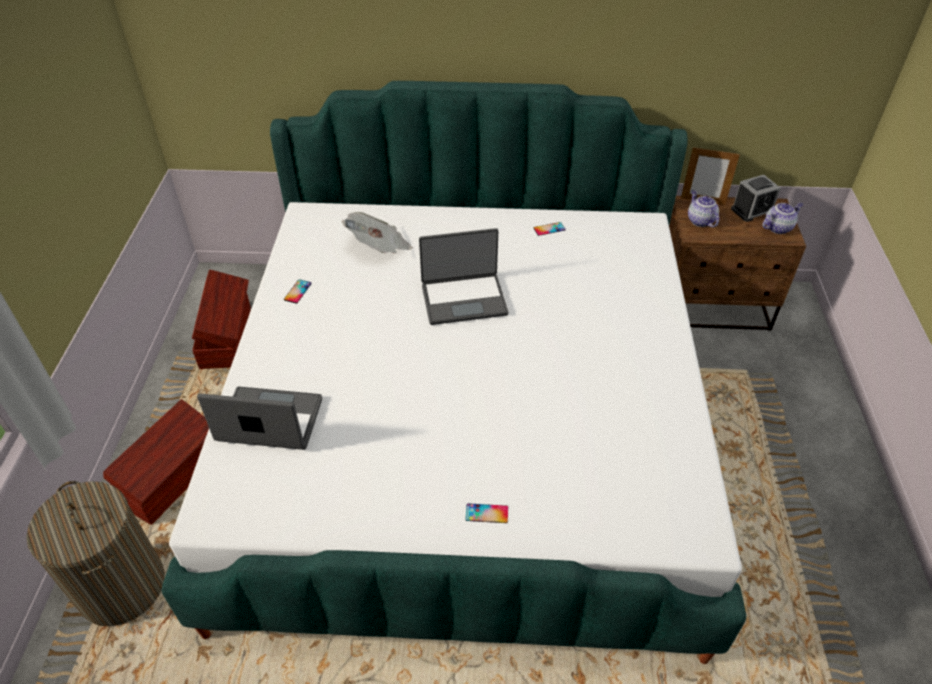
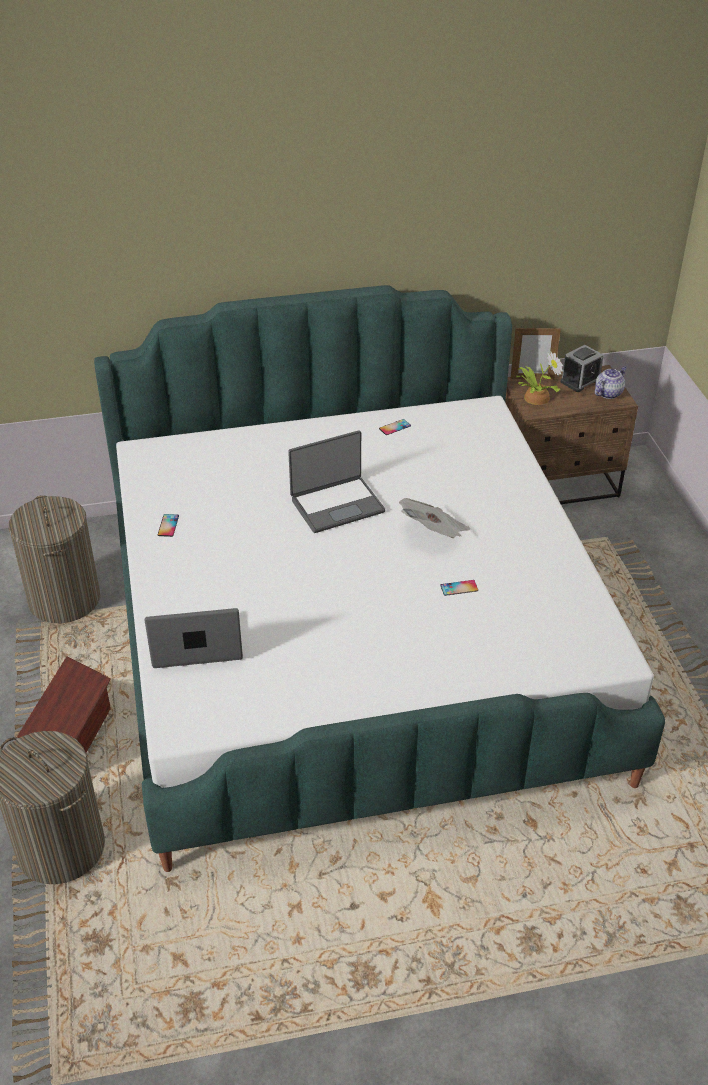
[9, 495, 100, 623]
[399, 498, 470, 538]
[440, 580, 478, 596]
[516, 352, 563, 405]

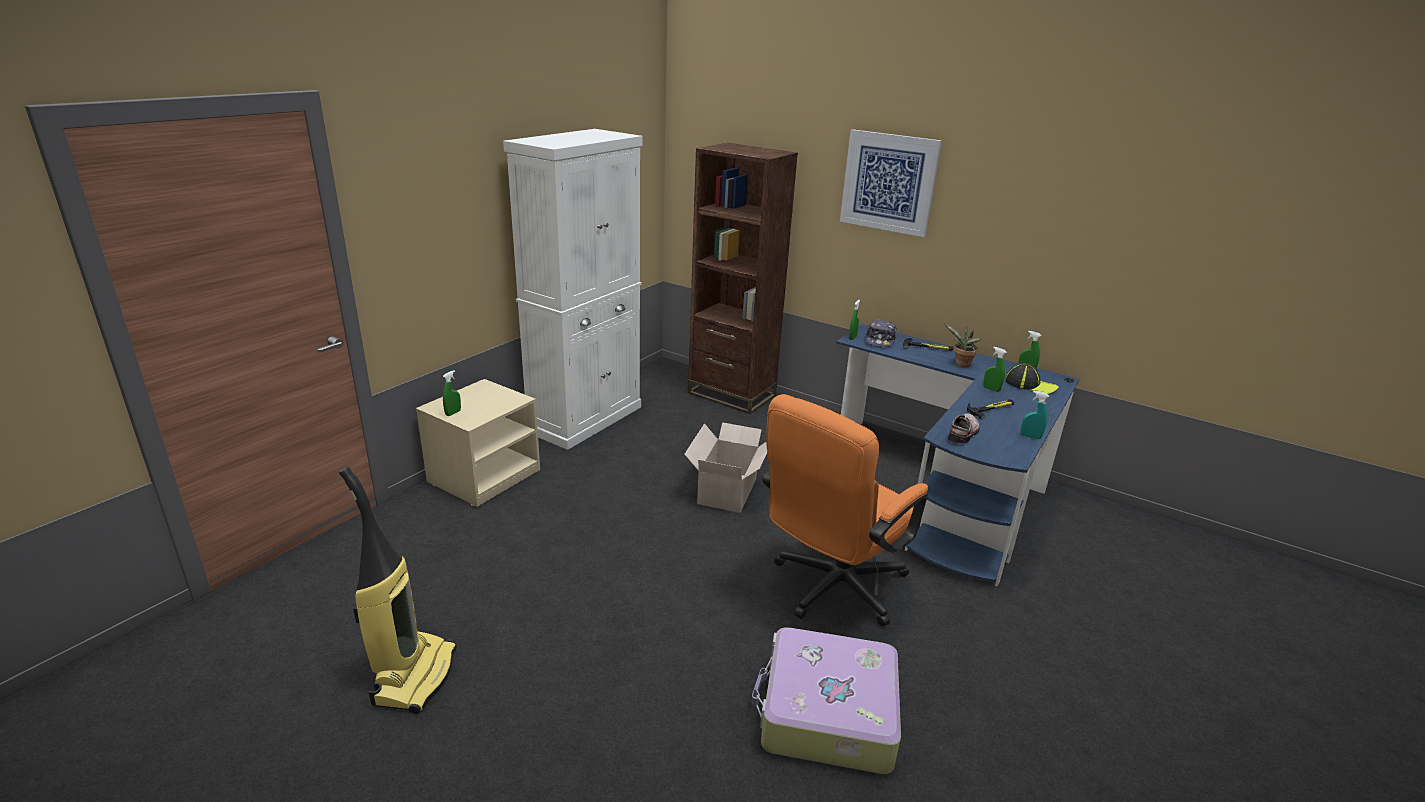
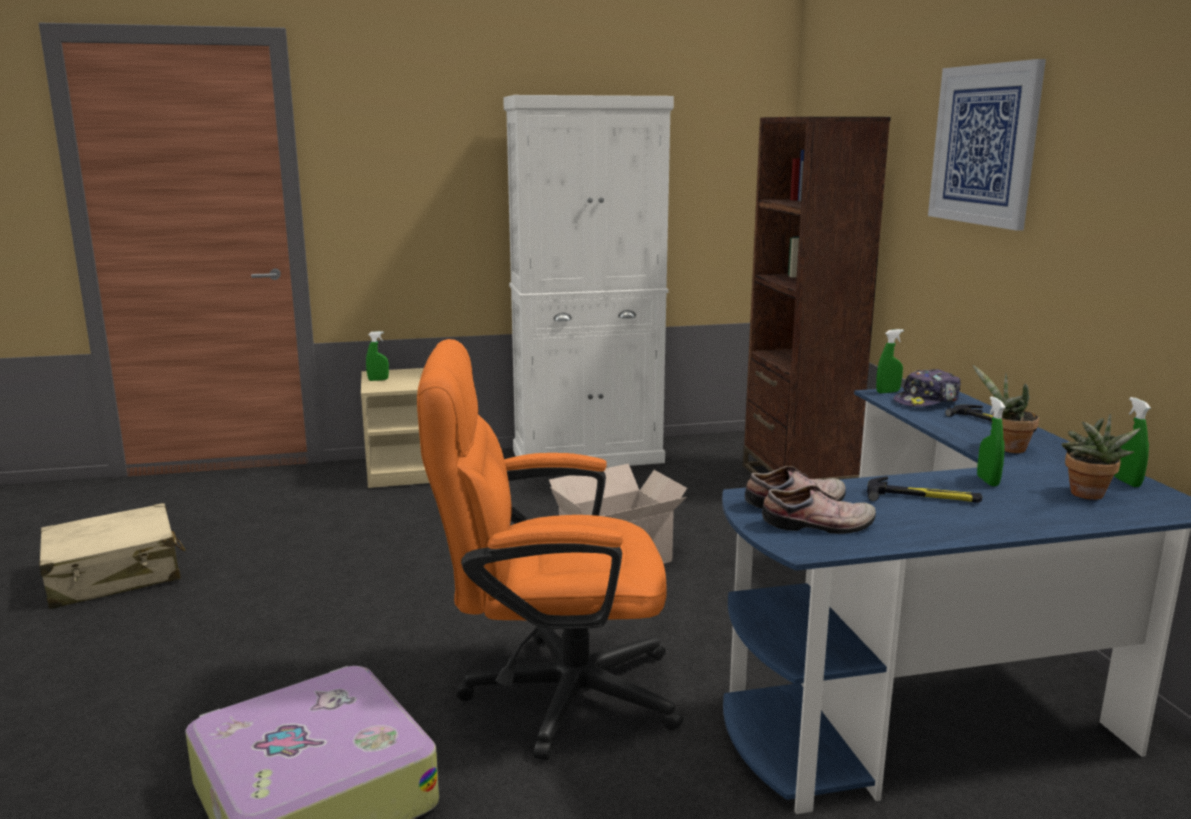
[39, 503, 185, 609]
[762, 485, 876, 534]
[1062, 414, 1141, 500]
[1021, 391, 1049, 439] (first image)

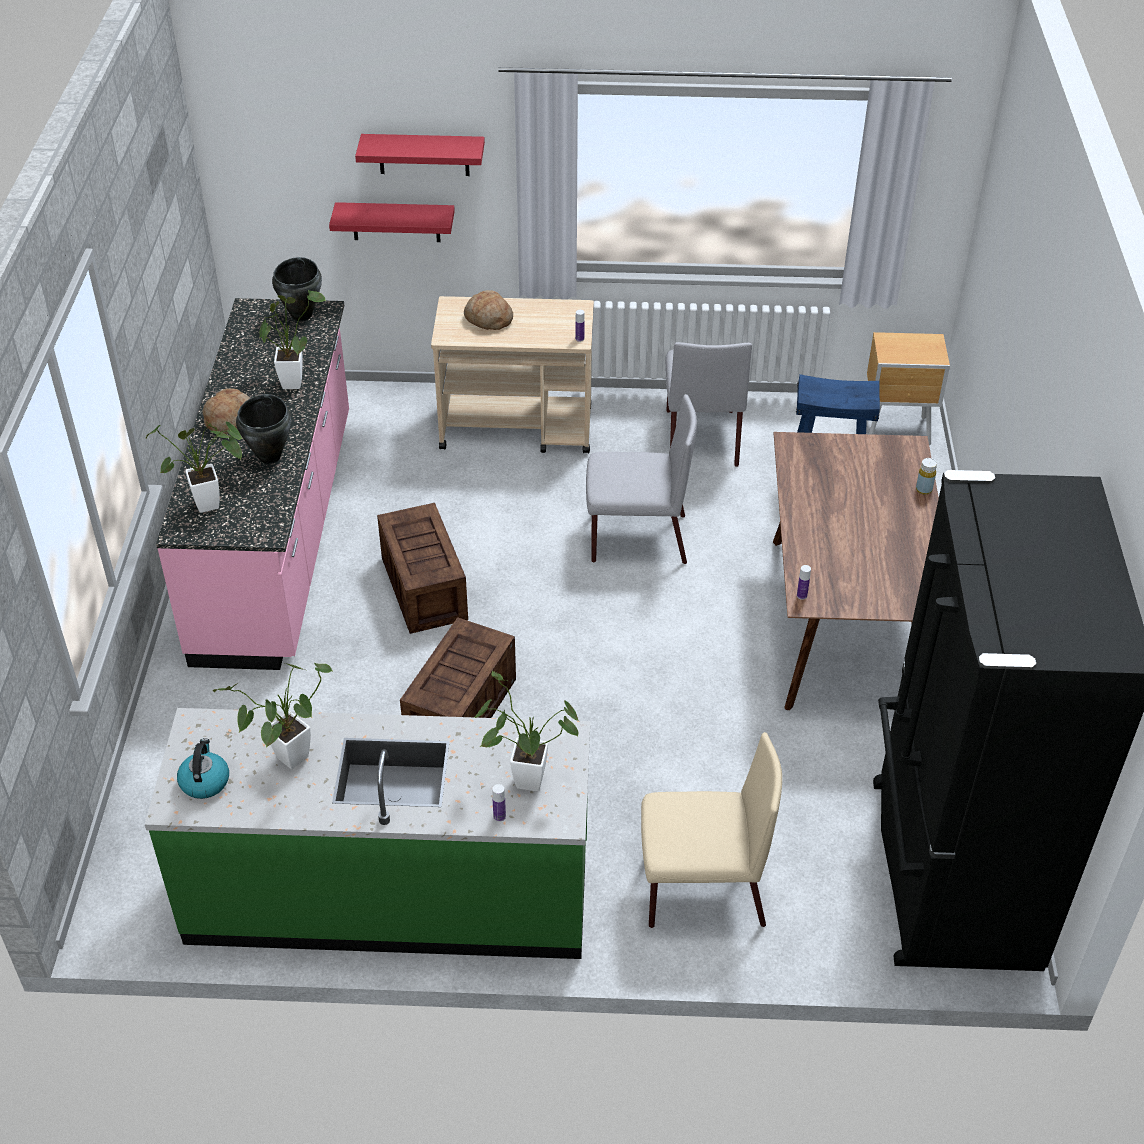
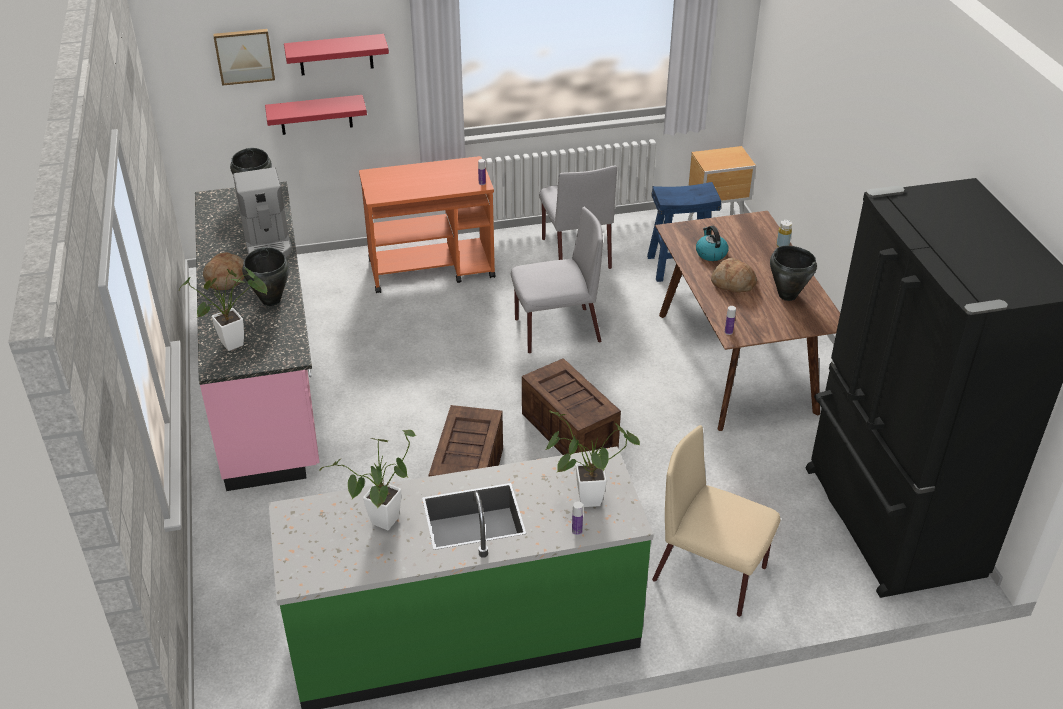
[213, 29, 275, 86]
[233, 167, 292, 258]
[359, 156, 495, 293]
[522, 358, 621, 455]
[652, 425, 781, 617]
[696, 226, 729, 261]
[711, 258, 757, 293]
[770, 245, 817, 301]

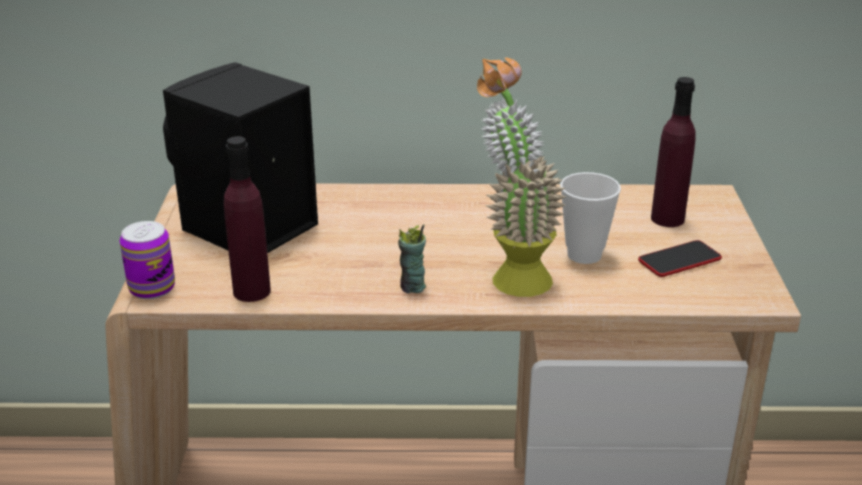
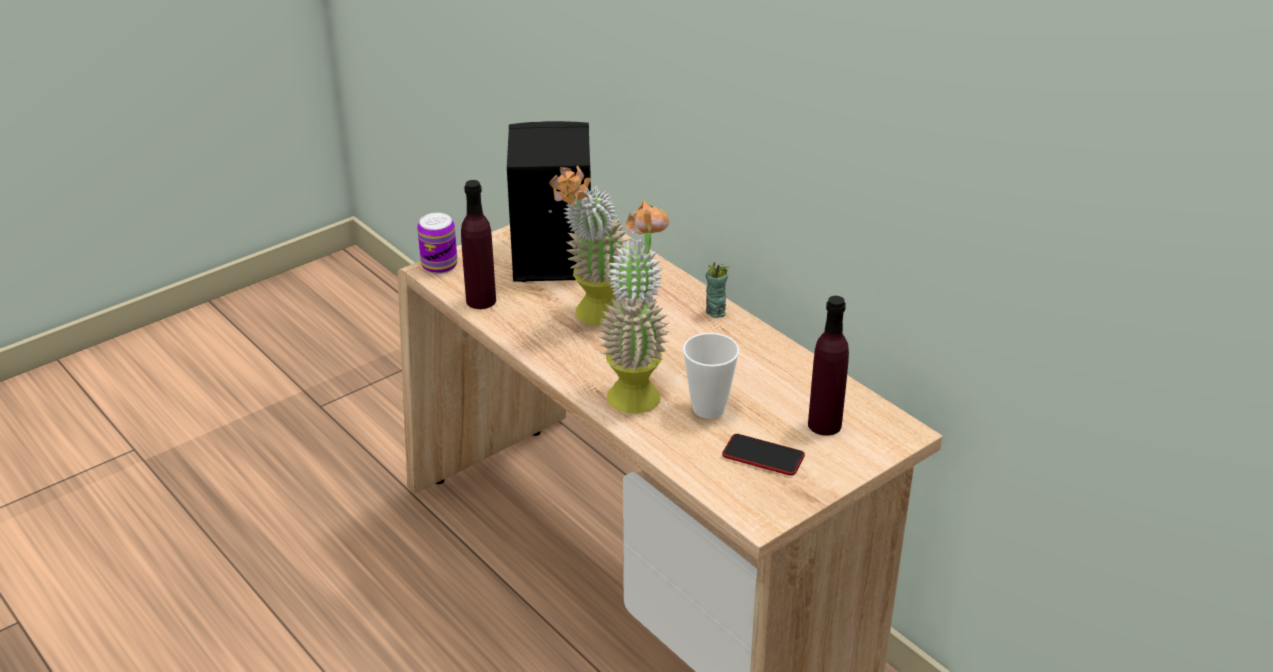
[549, 166, 629, 326]
[706, 262, 730, 318]

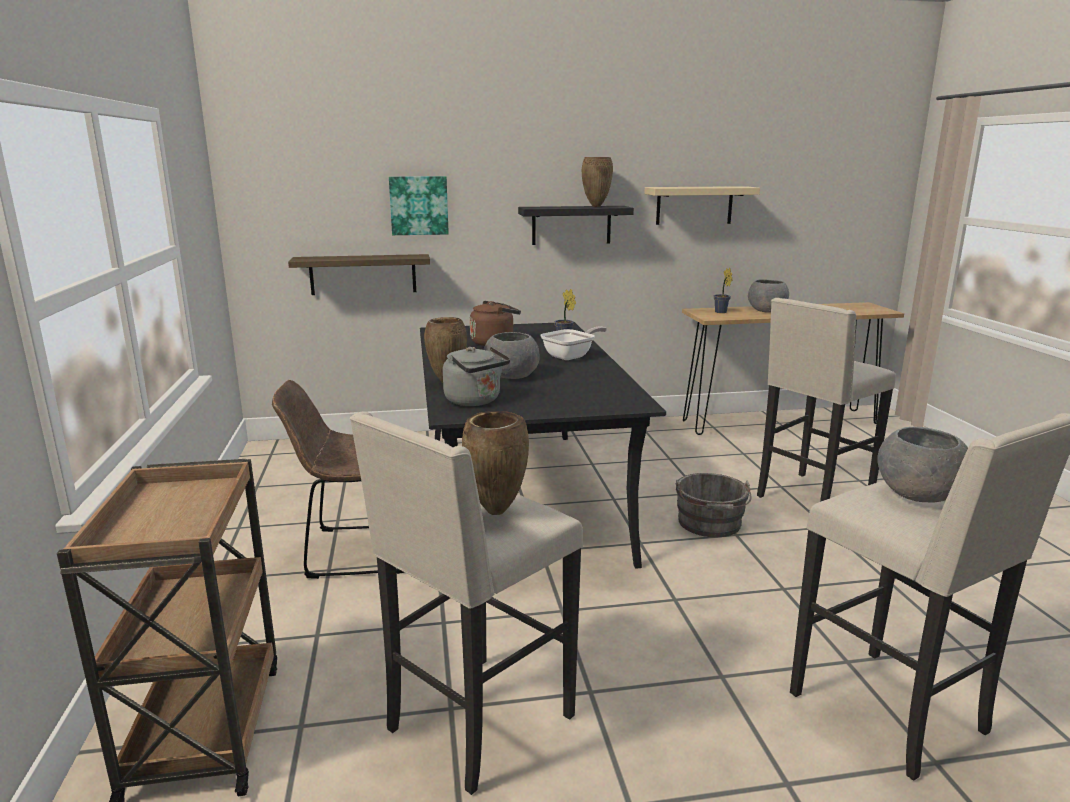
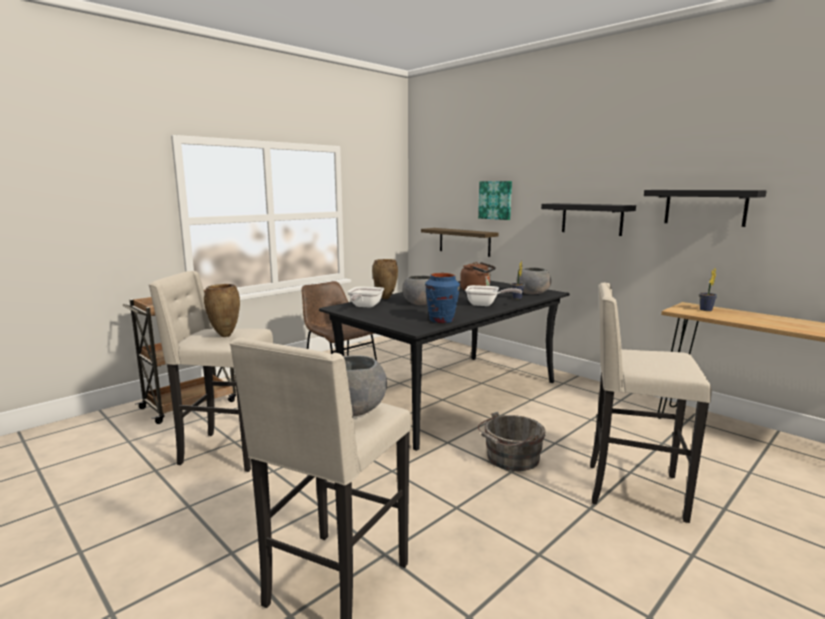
[347, 286, 384, 308]
[425, 273, 460, 323]
[516, 267, 551, 294]
[644, 190, 767, 227]
[582, 157, 613, 207] (first image)

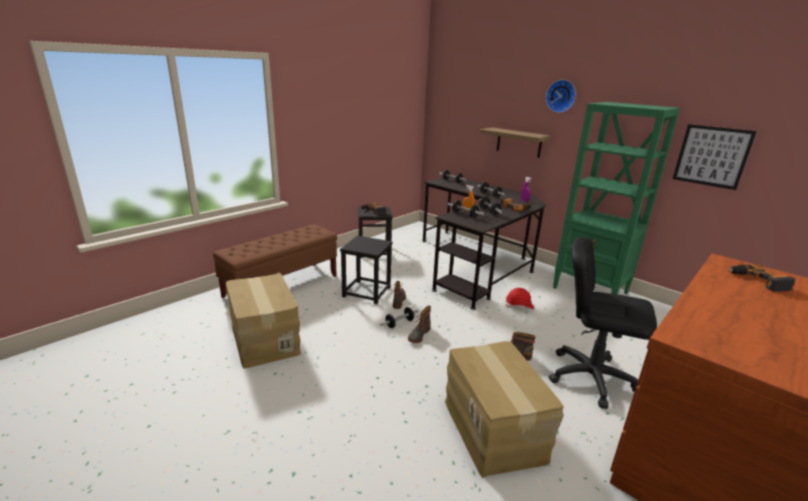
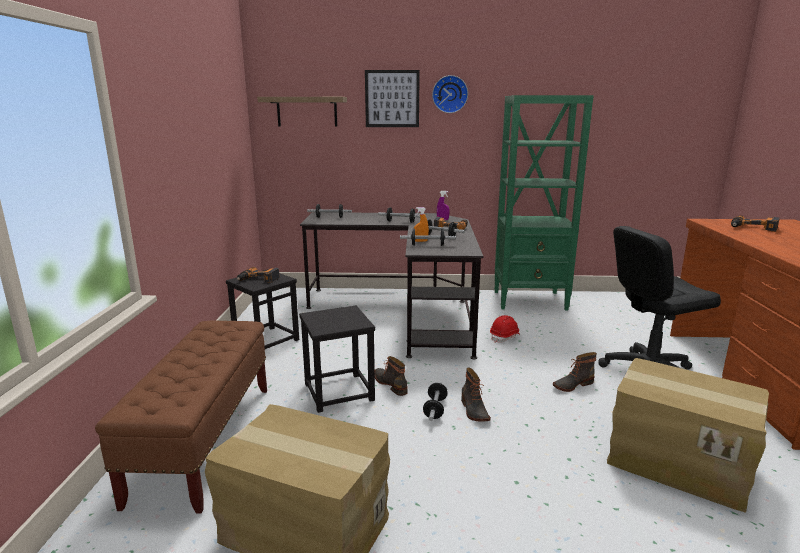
[257, 97, 347, 126]
[365, 70, 420, 127]

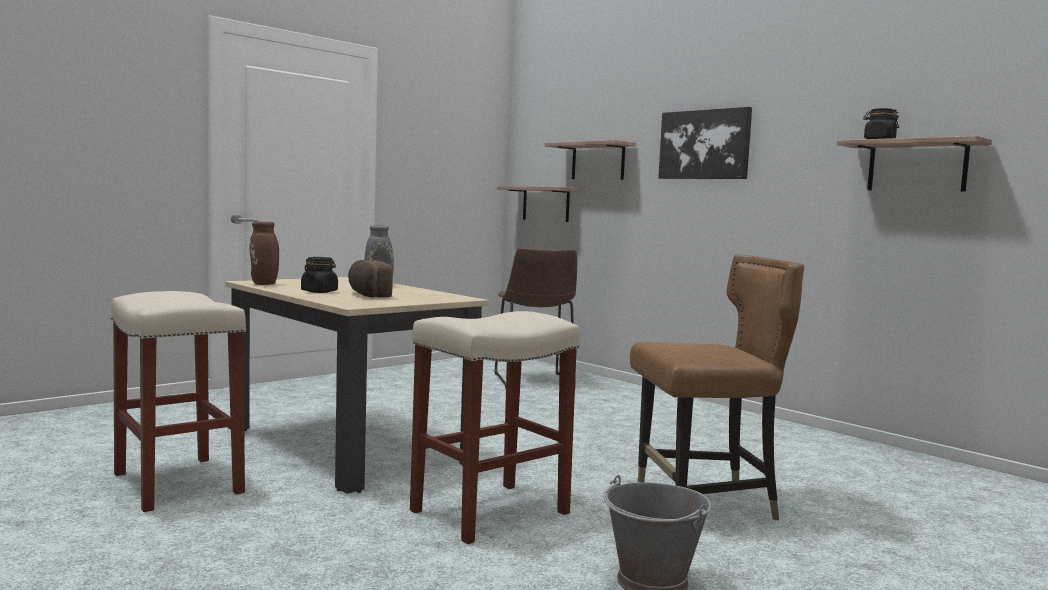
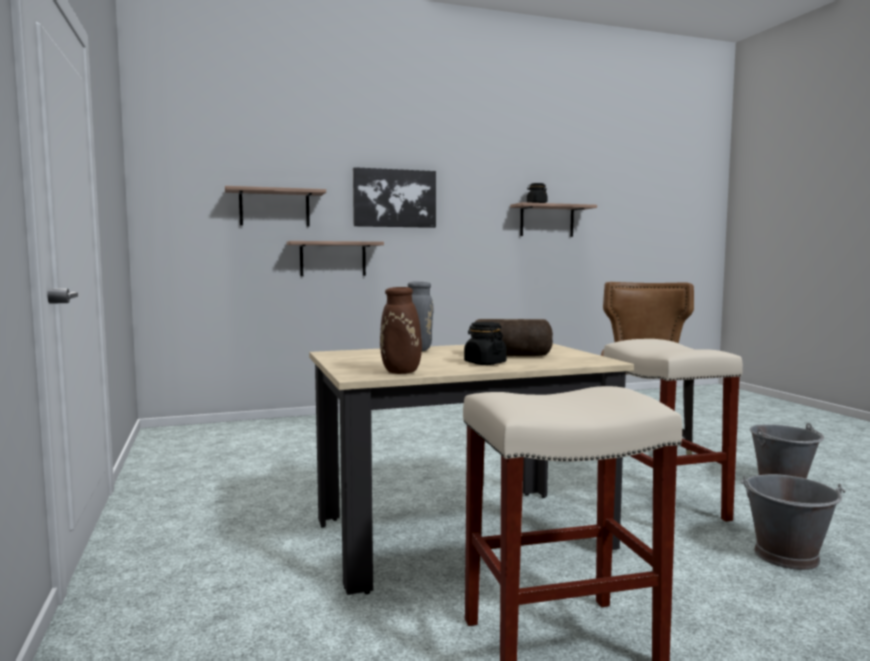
[286, 241, 384, 276]
[741, 474, 845, 570]
[494, 248, 577, 388] (first image)

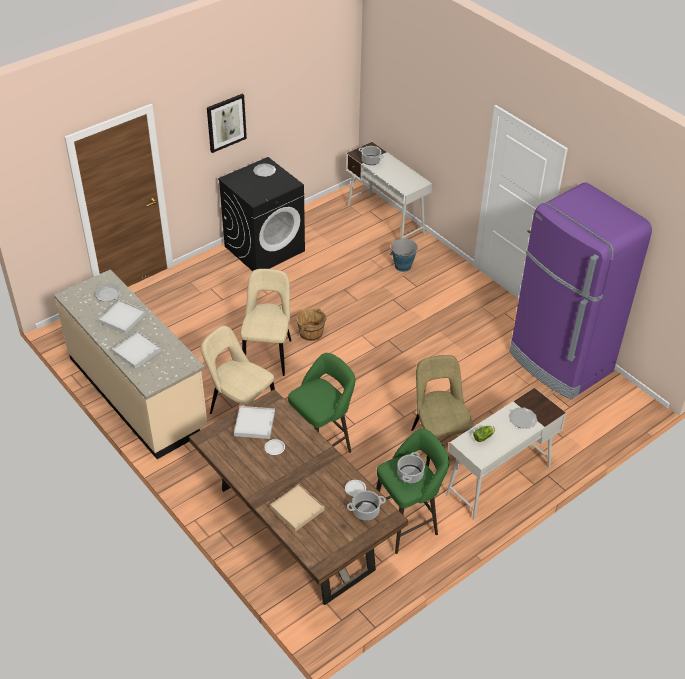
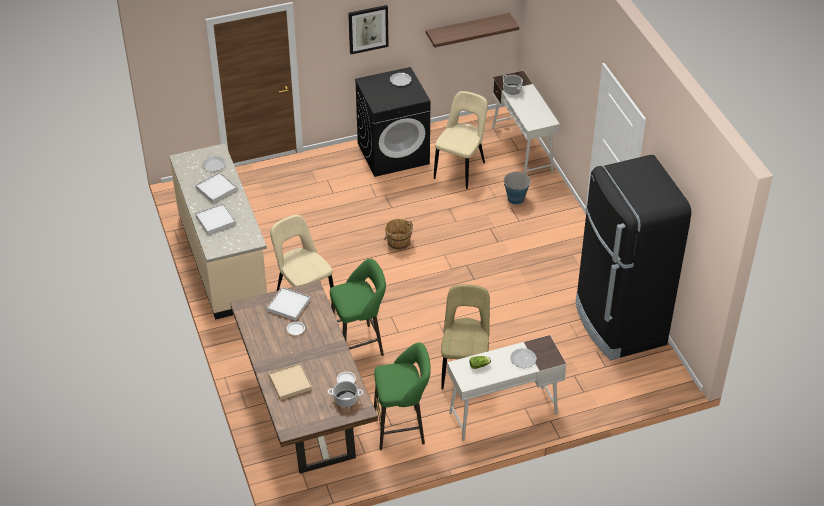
[426, 13, 519, 47]
[434, 91, 488, 189]
[576, 155, 691, 360]
[397, 452, 425, 484] (first image)

